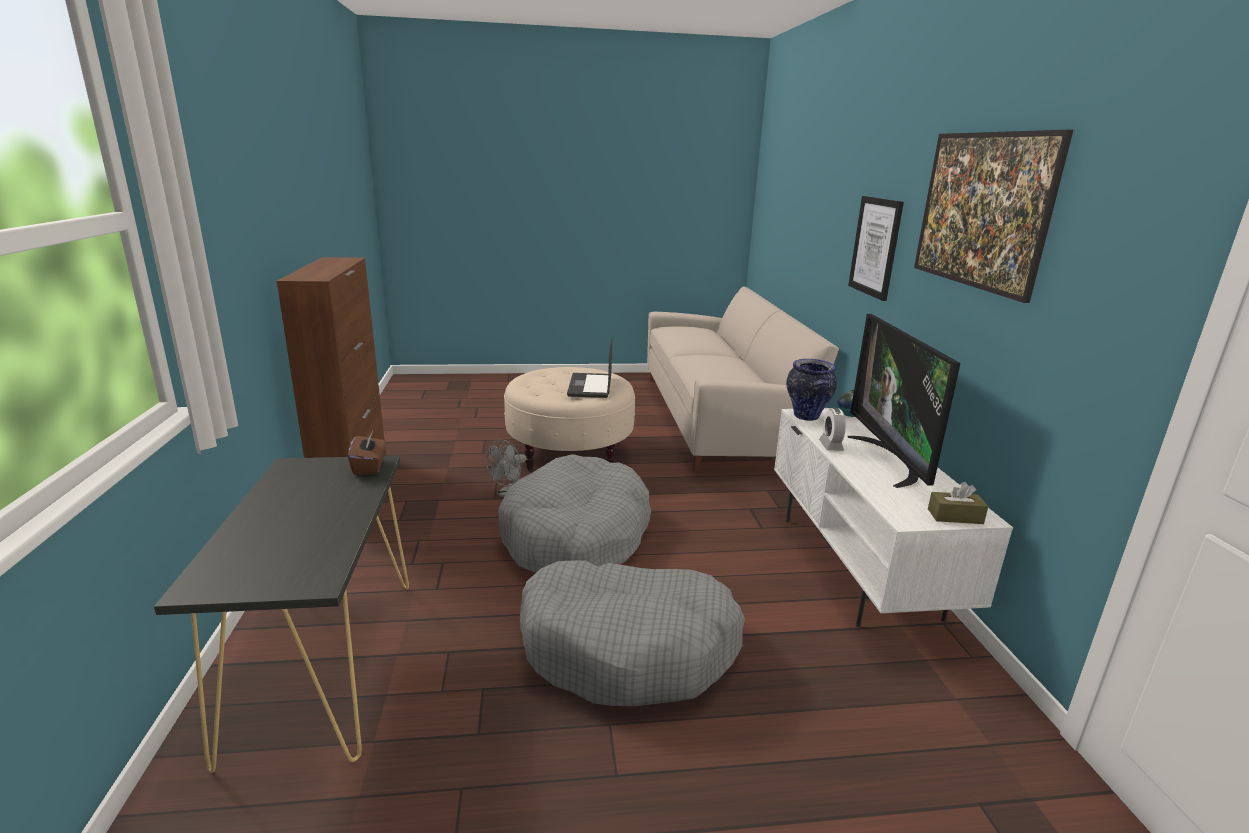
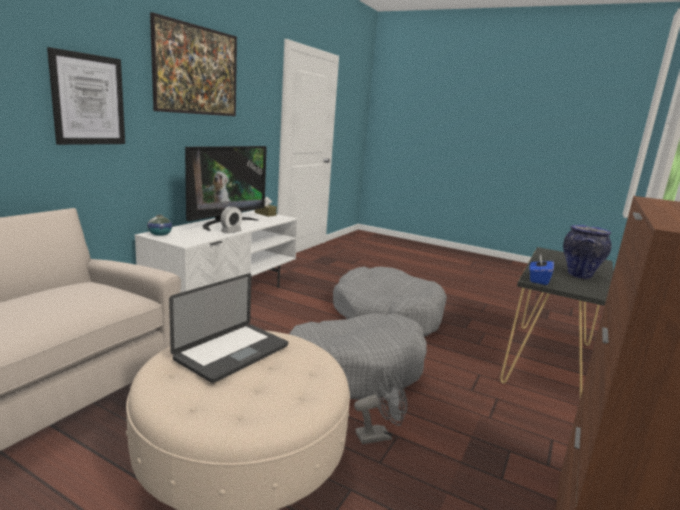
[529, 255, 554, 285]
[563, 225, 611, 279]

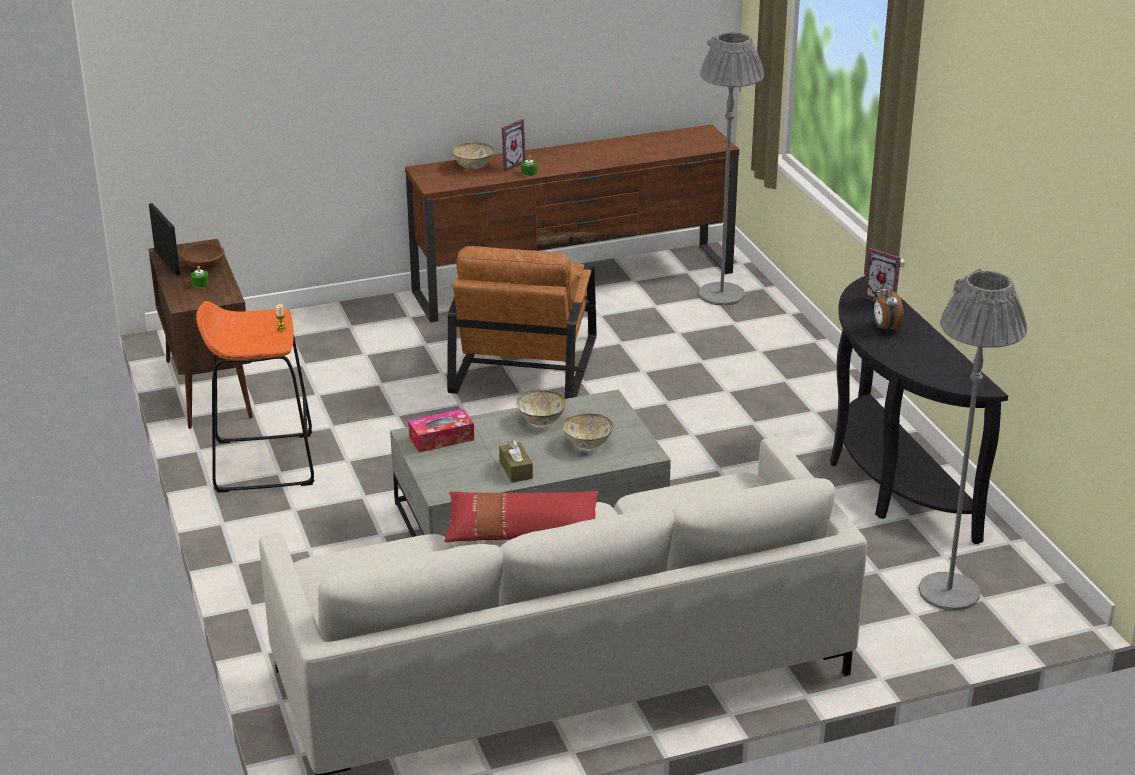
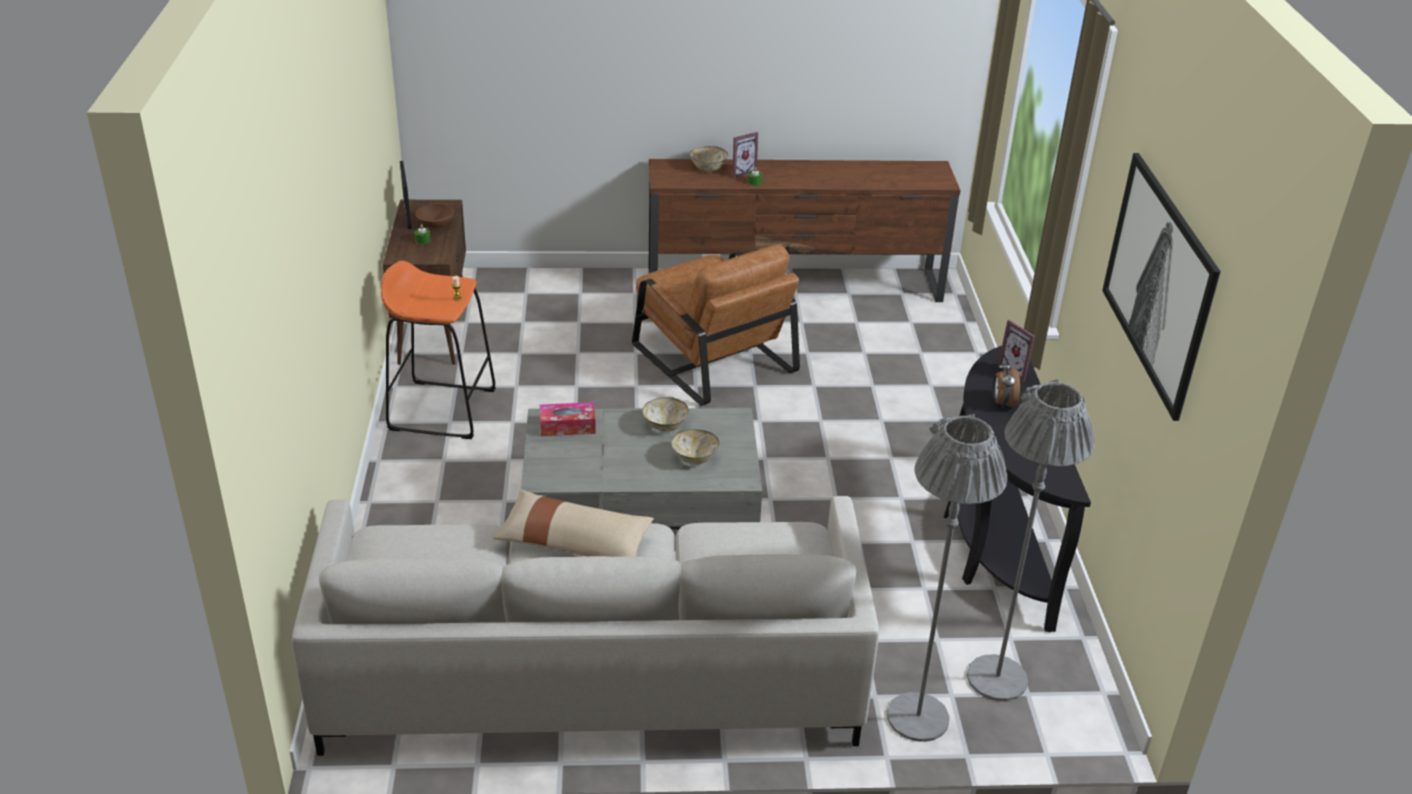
[493, 489, 654, 557]
[632, 245, 800, 406]
[887, 414, 1007, 742]
[1102, 153, 1221, 421]
[499, 439, 533, 483] (first image)

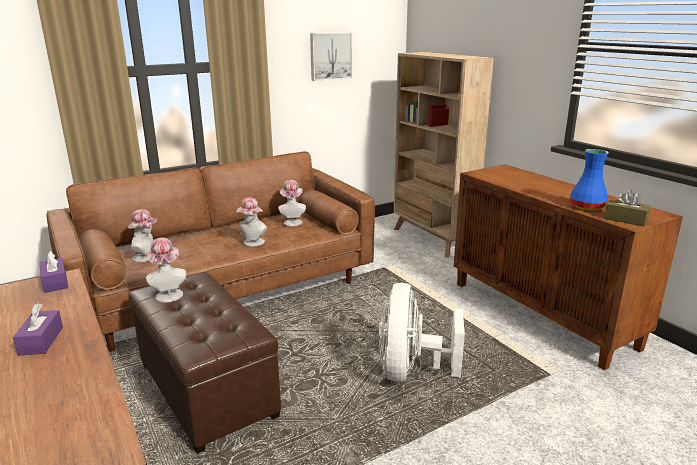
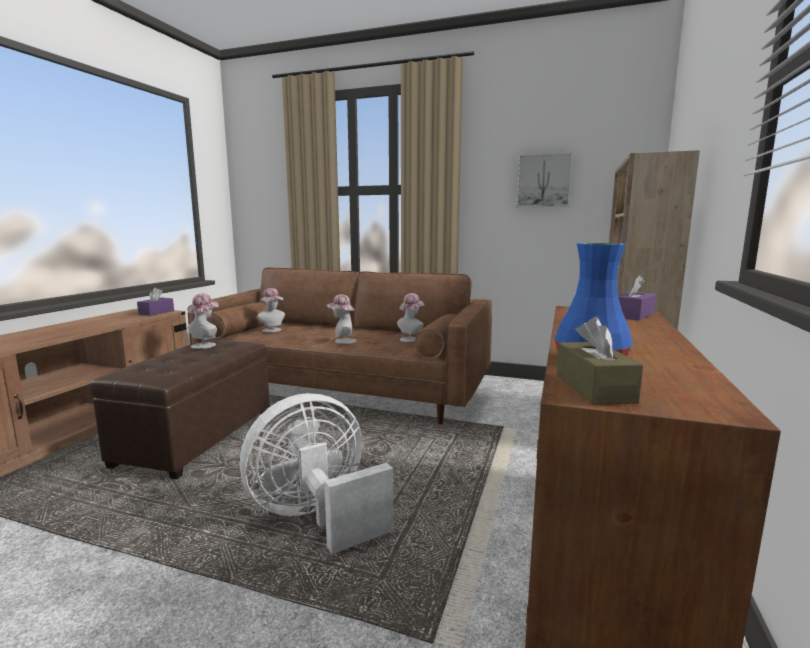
[618, 275, 656, 320]

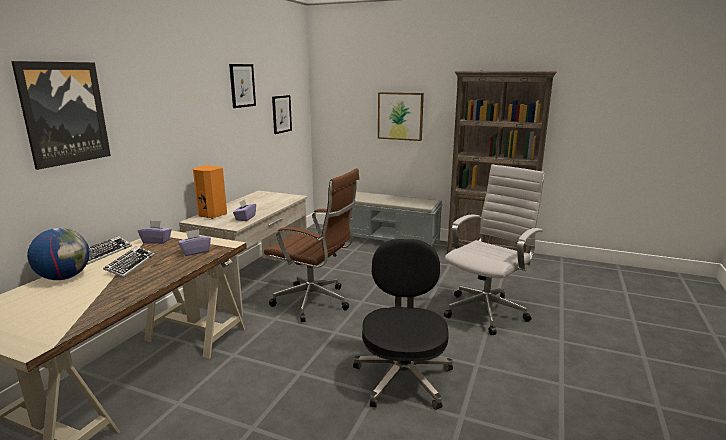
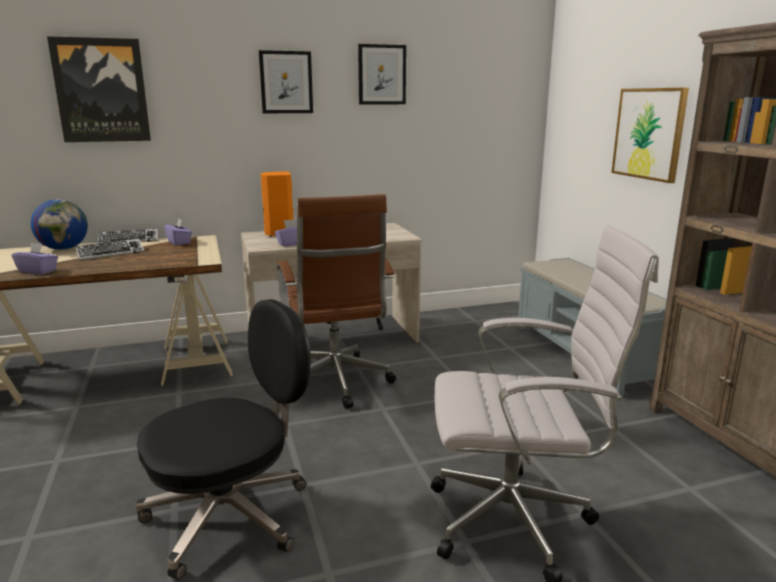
[12, 243, 58, 275]
[259, 50, 313, 113]

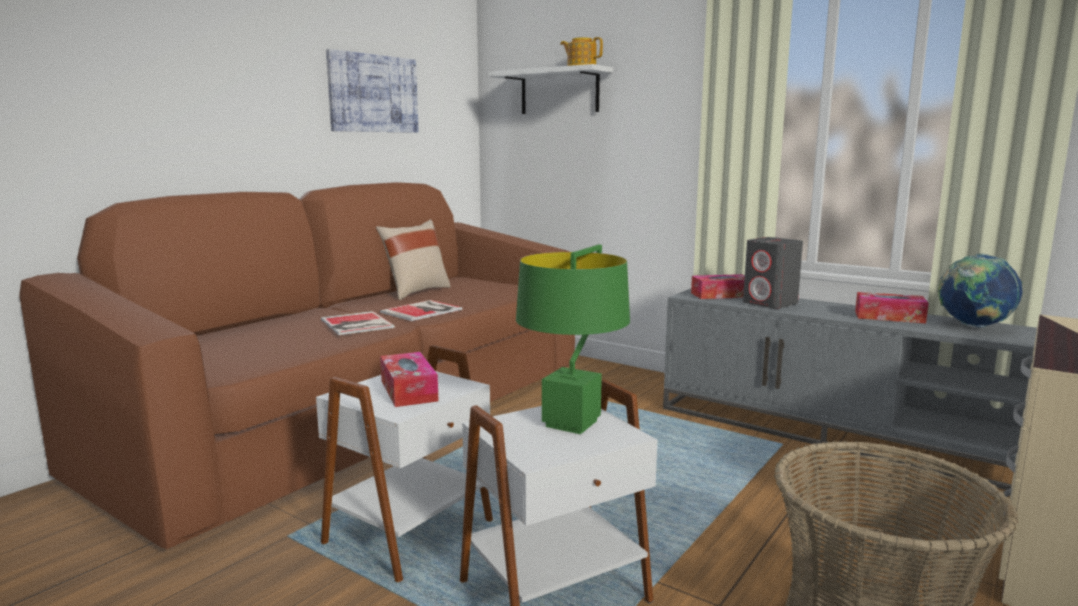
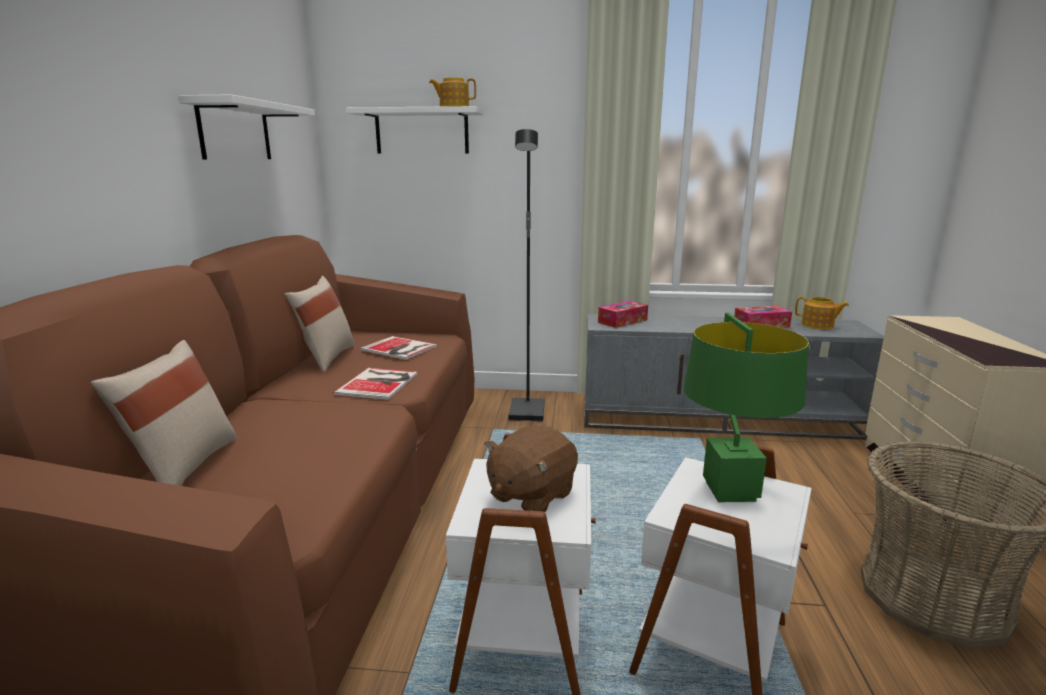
[91, 340, 237, 486]
[179, 95, 315, 159]
[360, 336, 437, 360]
[484, 425, 578, 512]
[508, 129, 545, 422]
[795, 297, 849, 329]
[743, 237, 803, 309] (first image)

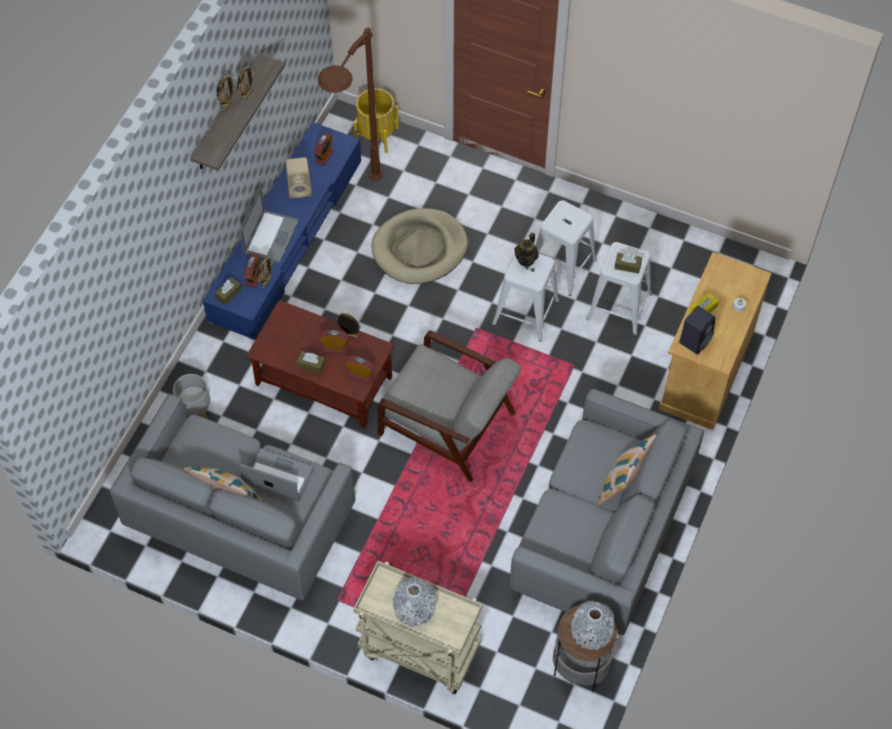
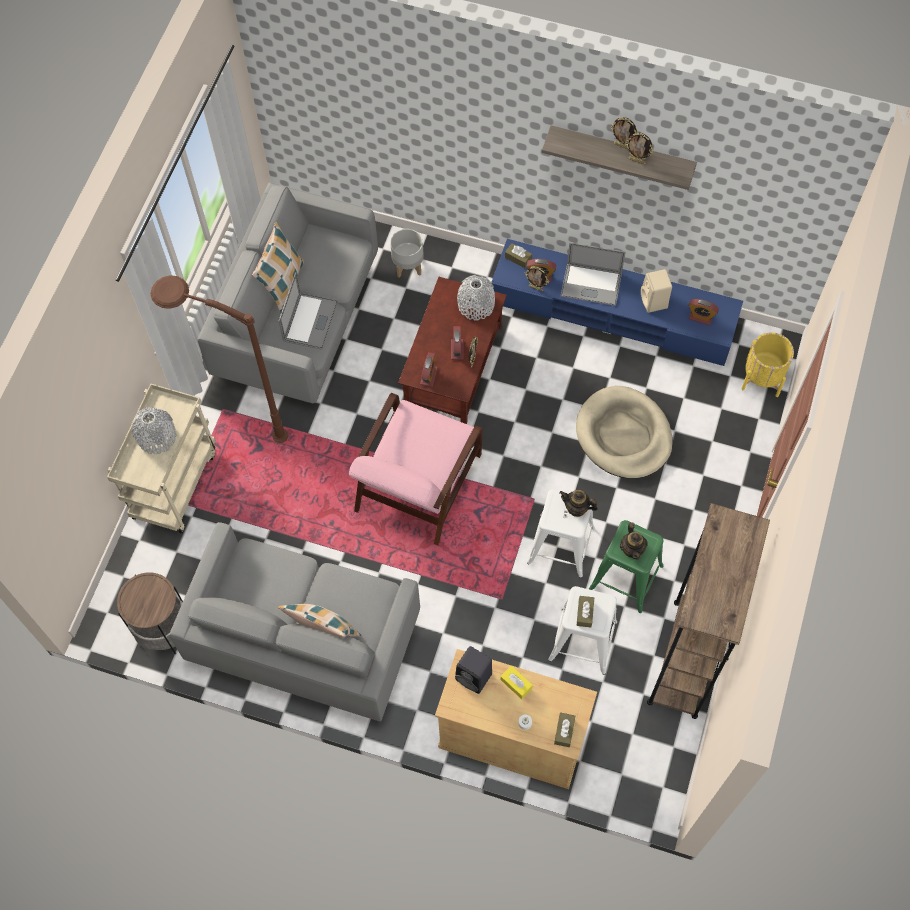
[150, 275, 289, 443]
[349, 393, 483, 545]
[457, 275, 495, 321]
[554, 712, 575, 747]
[589, 520, 663, 613]
[620, 522, 648, 560]
[647, 503, 770, 719]

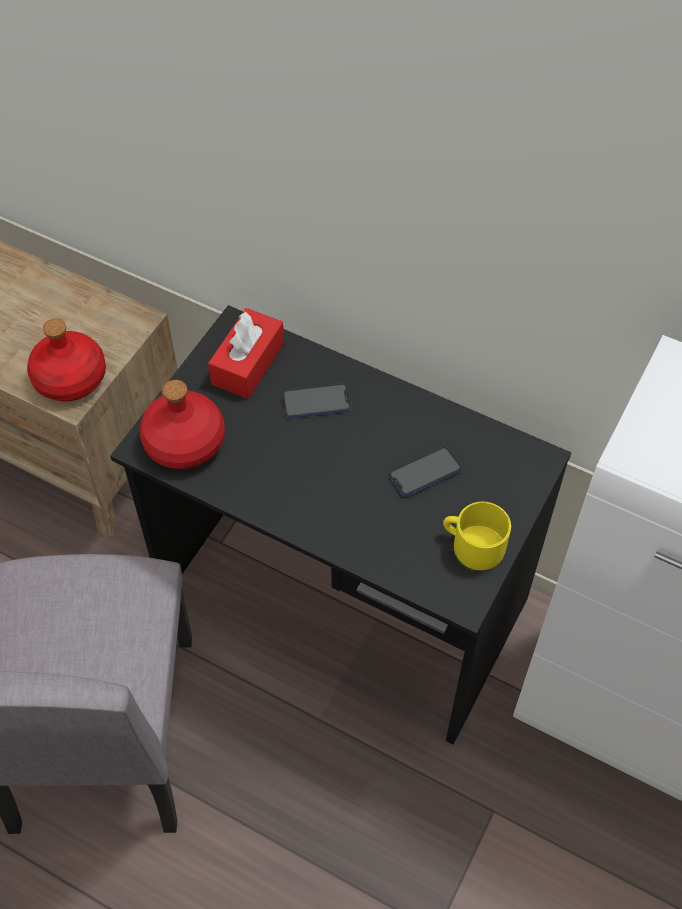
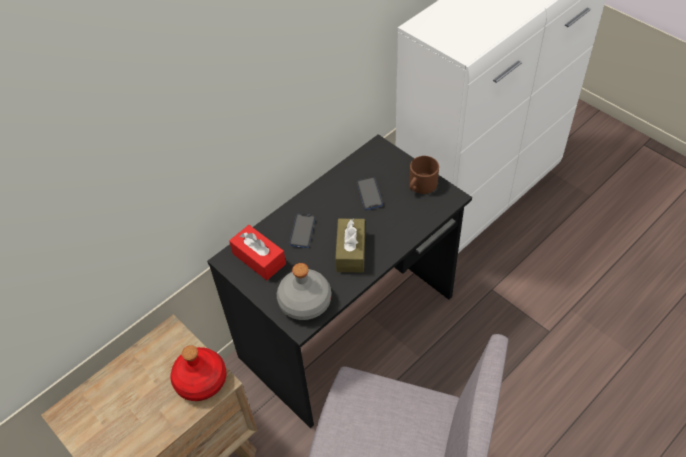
[277, 263, 331, 320]
[335, 219, 365, 272]
[409, 156, 439, 194]

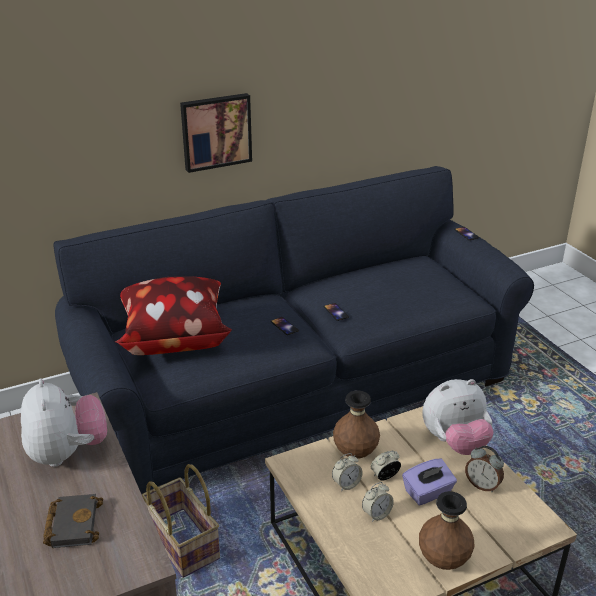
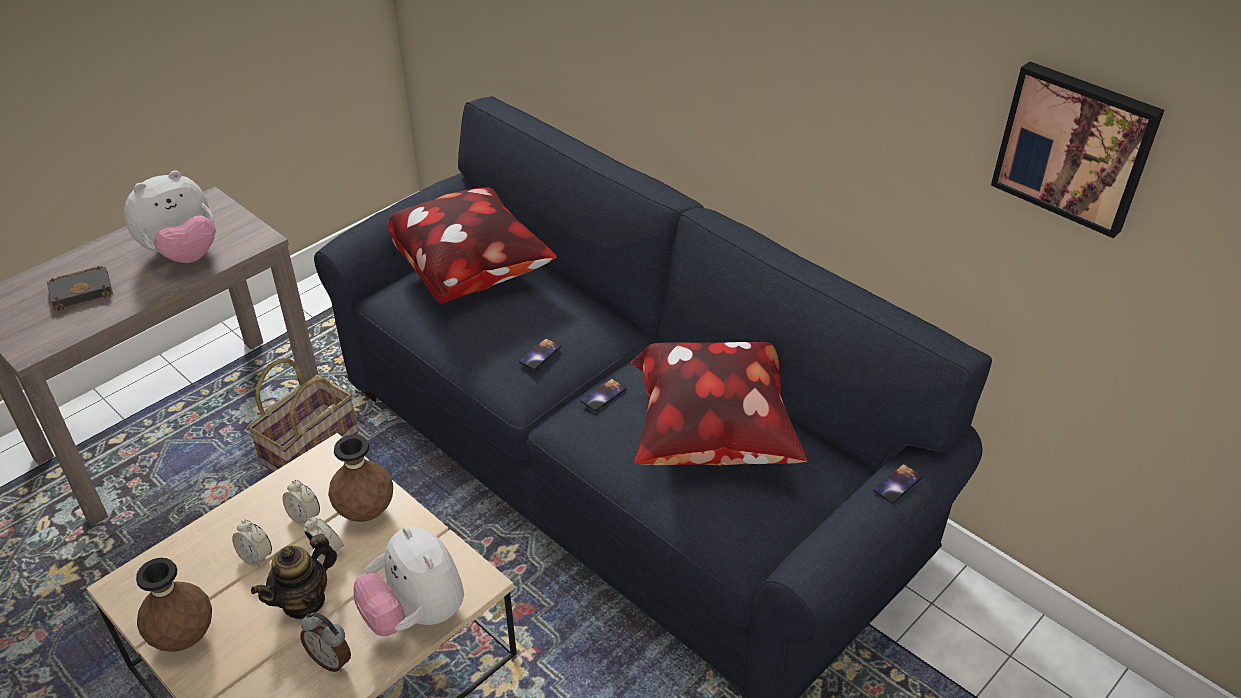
[251, 534, 337, 619]
[300, 612, 351, 672]
[630, 342, 807, 465]
[991, 62, 1164, 238]

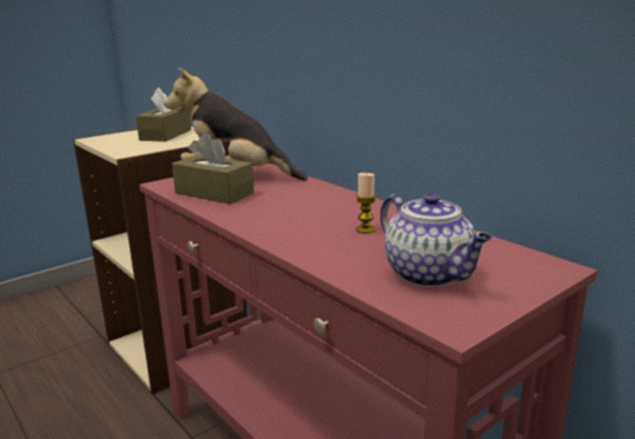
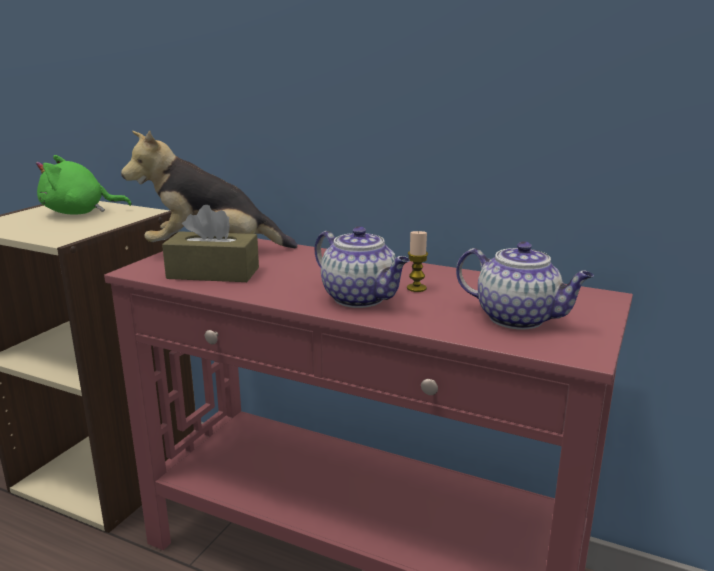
[36, 155, 132, 215]
[315, 226, 410, 308]

